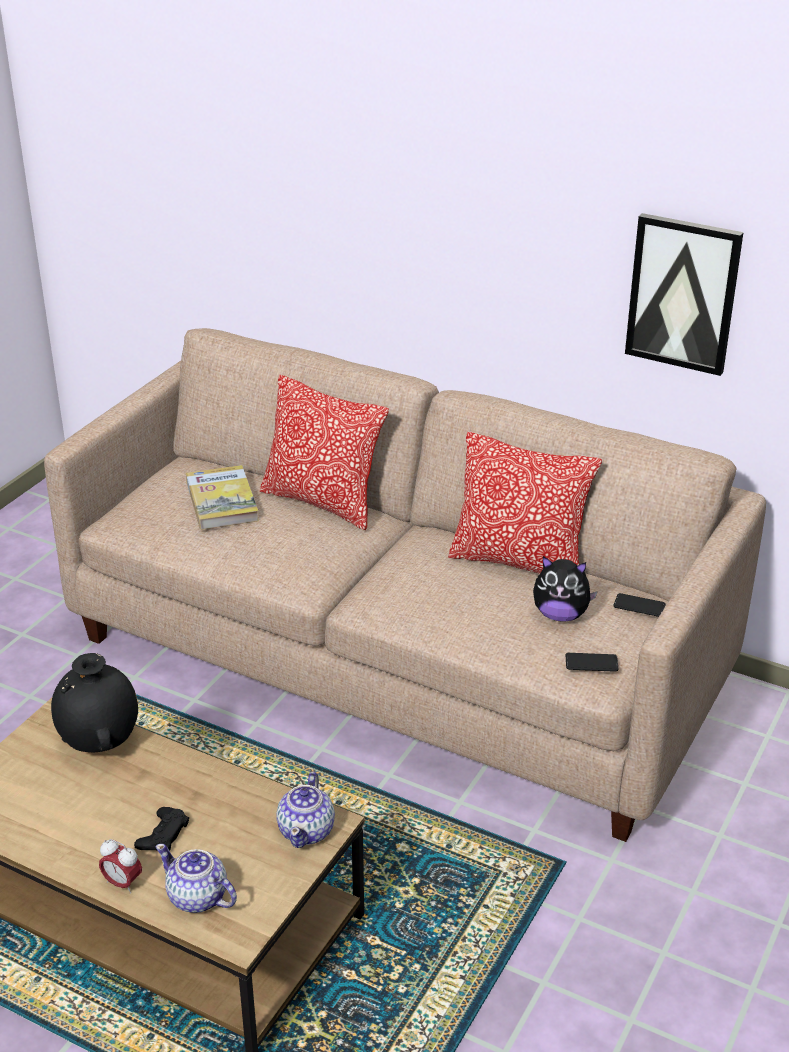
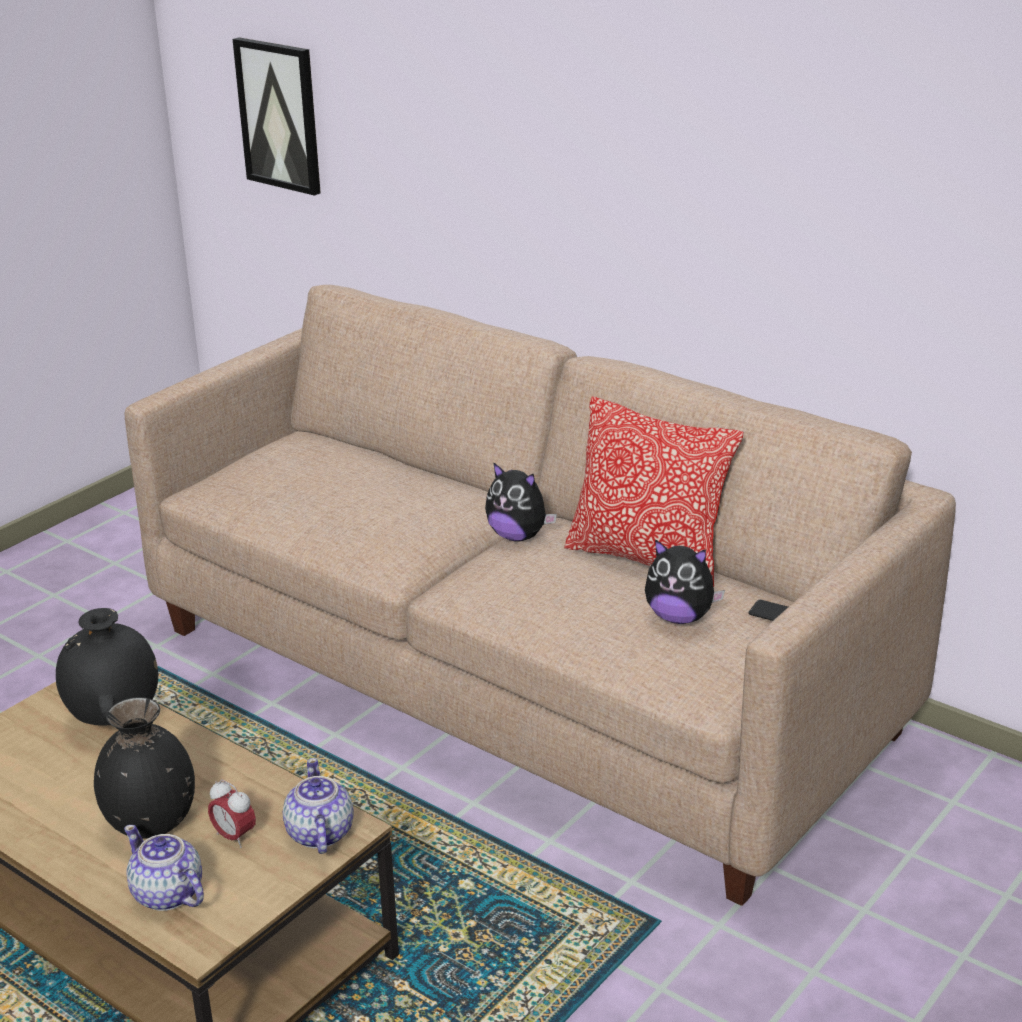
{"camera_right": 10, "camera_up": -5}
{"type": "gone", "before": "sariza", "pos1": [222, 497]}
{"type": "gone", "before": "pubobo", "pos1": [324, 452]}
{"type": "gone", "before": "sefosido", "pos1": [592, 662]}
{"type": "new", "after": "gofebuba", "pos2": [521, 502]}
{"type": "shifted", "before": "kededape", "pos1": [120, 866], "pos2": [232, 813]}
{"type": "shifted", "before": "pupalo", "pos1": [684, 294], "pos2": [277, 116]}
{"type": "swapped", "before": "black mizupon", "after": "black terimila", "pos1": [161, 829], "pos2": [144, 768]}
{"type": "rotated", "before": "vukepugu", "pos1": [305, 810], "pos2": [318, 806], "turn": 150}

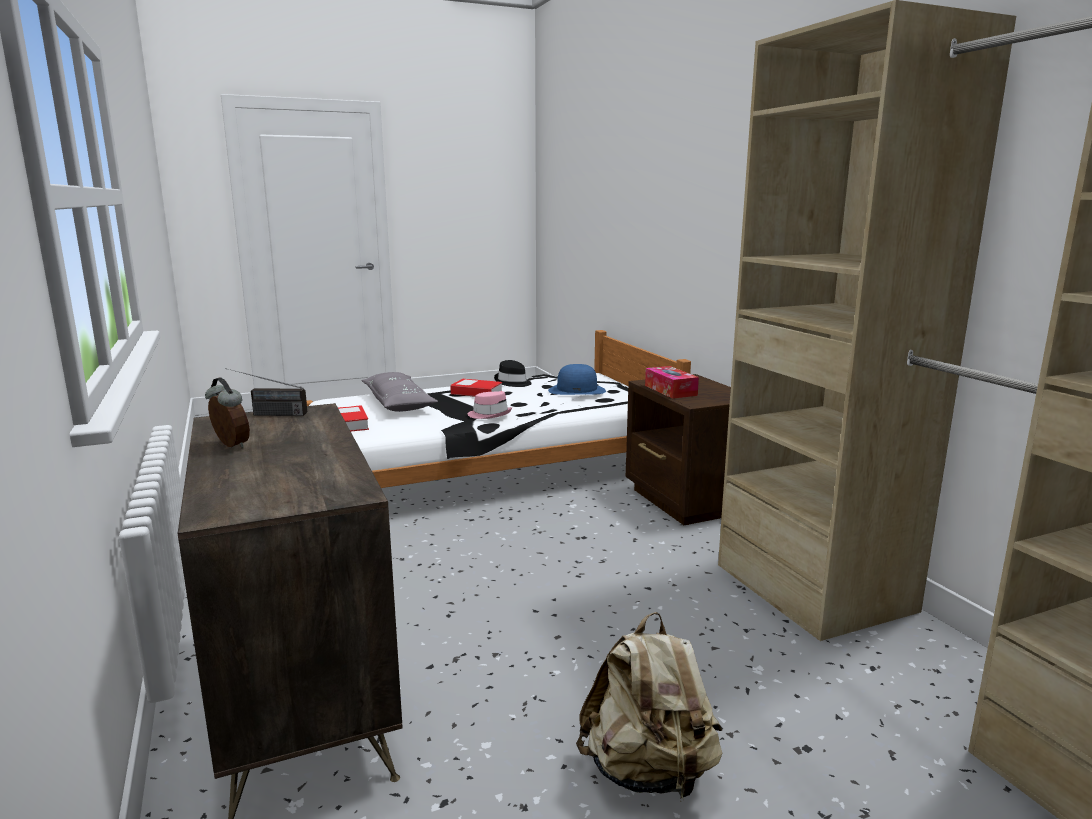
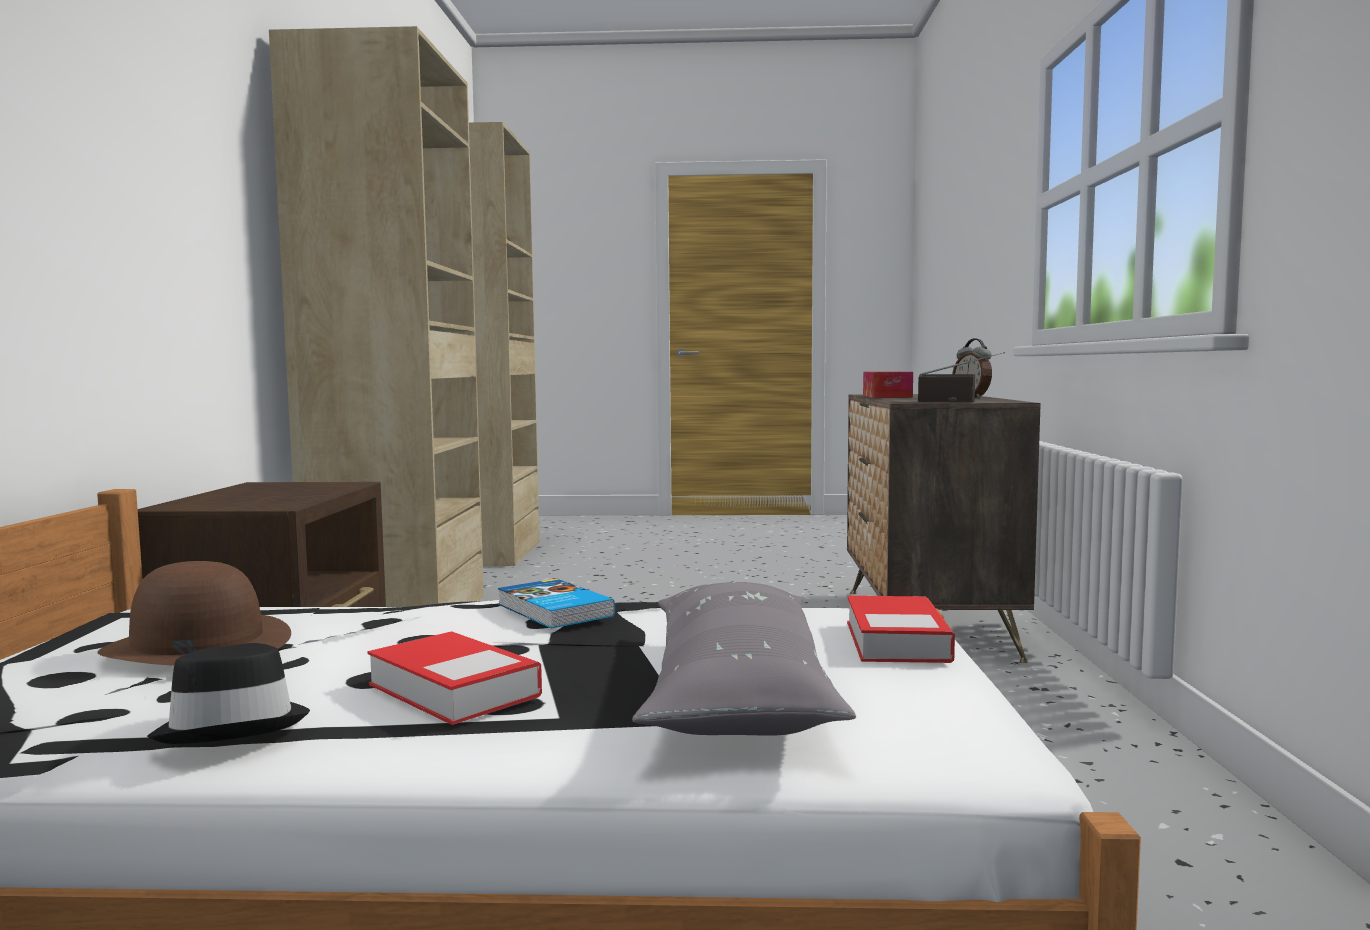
{"camera_right": -155, "camera_up": -10}
{"type": "gone", "before": "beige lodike", "pos1": [649, 707]}
{"type": "shifted", "before": "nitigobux", "pos1": [672, 382], "pos2": [888, 384]}
{"type": "swapped", "before": "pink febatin", "after": "sariza", "pos1": [489, 405], "pos2": [556, 603]}
{"type": "repainted", "before": "blue febatin", "after": "brown febatin", "pos1": [577, 379], "pos2": [194, 613]}

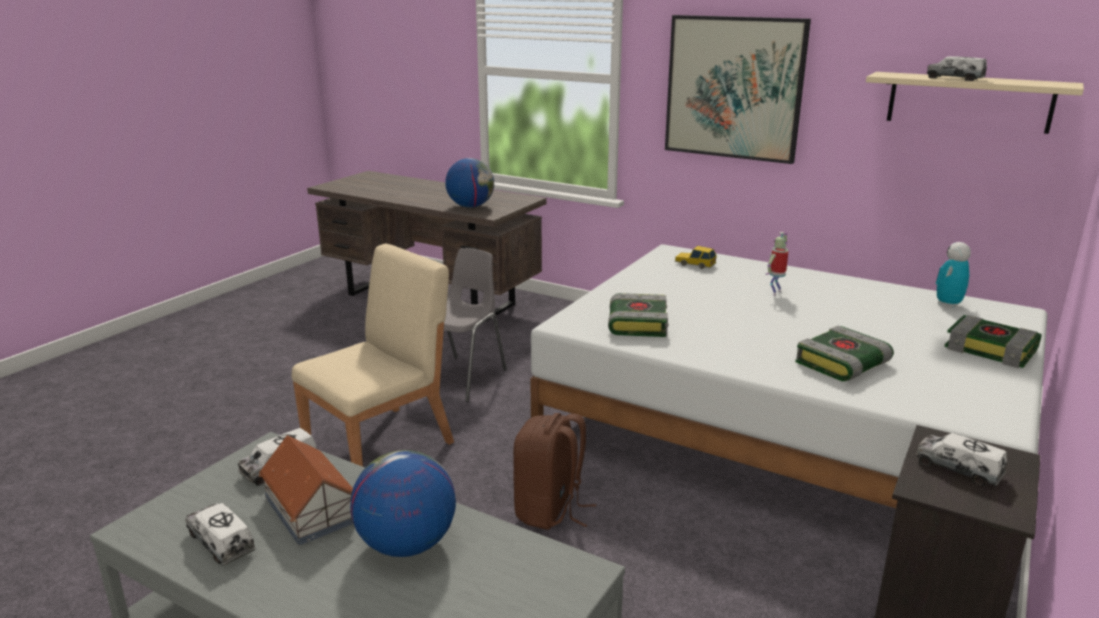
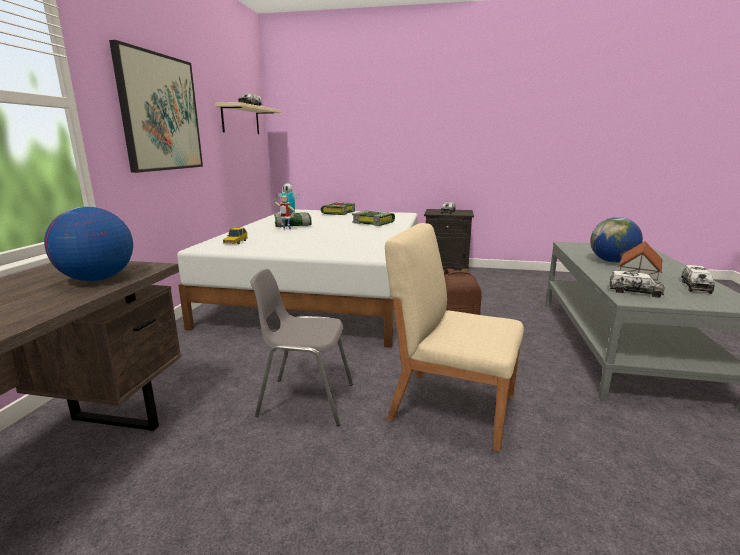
{"camera_right": -110, "camera_up": -5}
{"type": "shifted", "before": "sariza", "pos1": [638, 315], "pos2": [293, 219]}

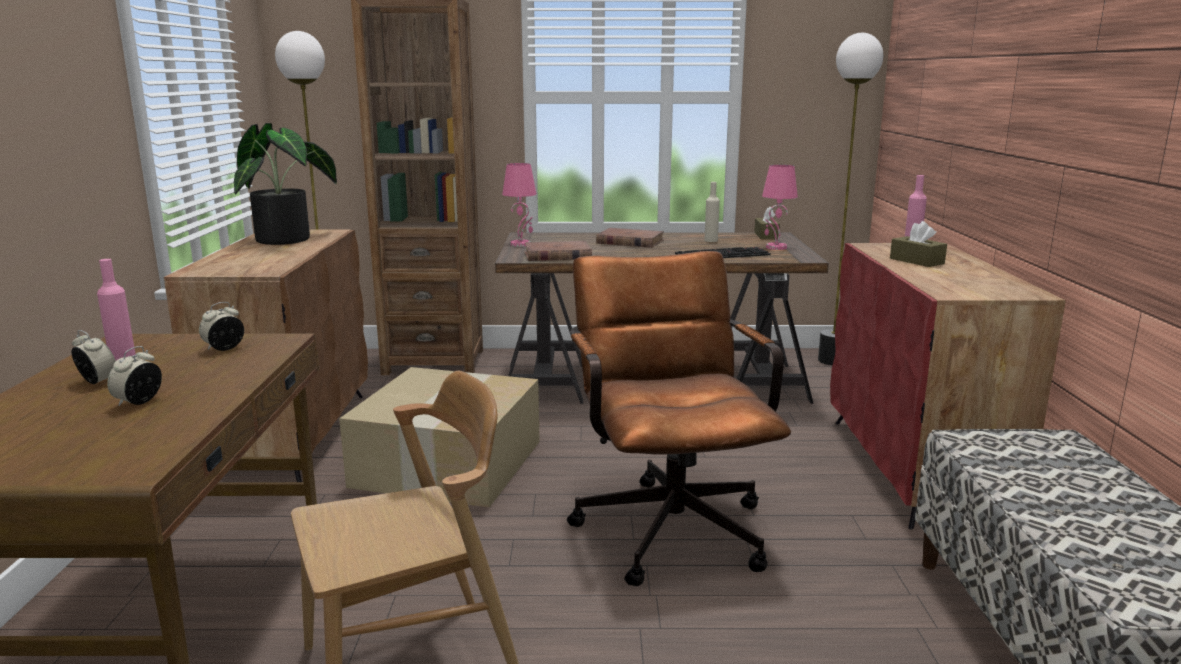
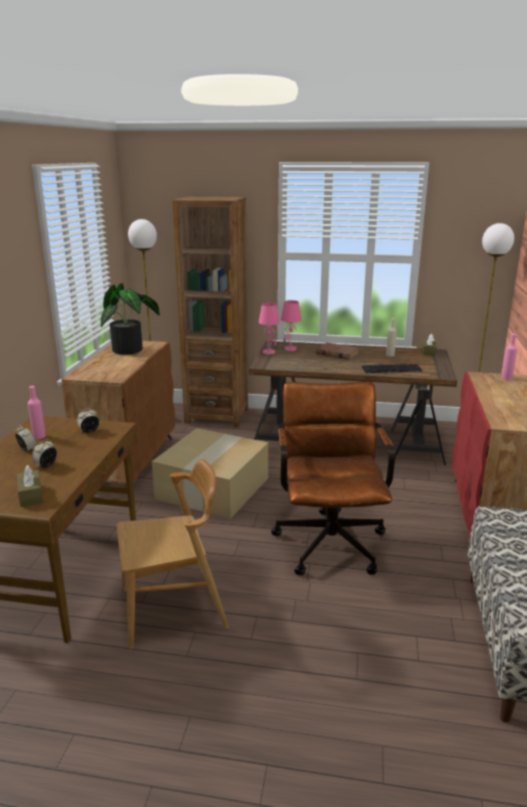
{"camera_right": 10, "camera_up": 5}
{"type": "gone", "before": "brown sariza", "pos1": [558, 251]}
{"type": "shifted", "before": "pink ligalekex", "pos1": [780, 207], "pos2": [291, 325]}
{"type": "shifted", "before": "brown nitigobux", "pos1": [918, 244], "pos2": [30, 486]}

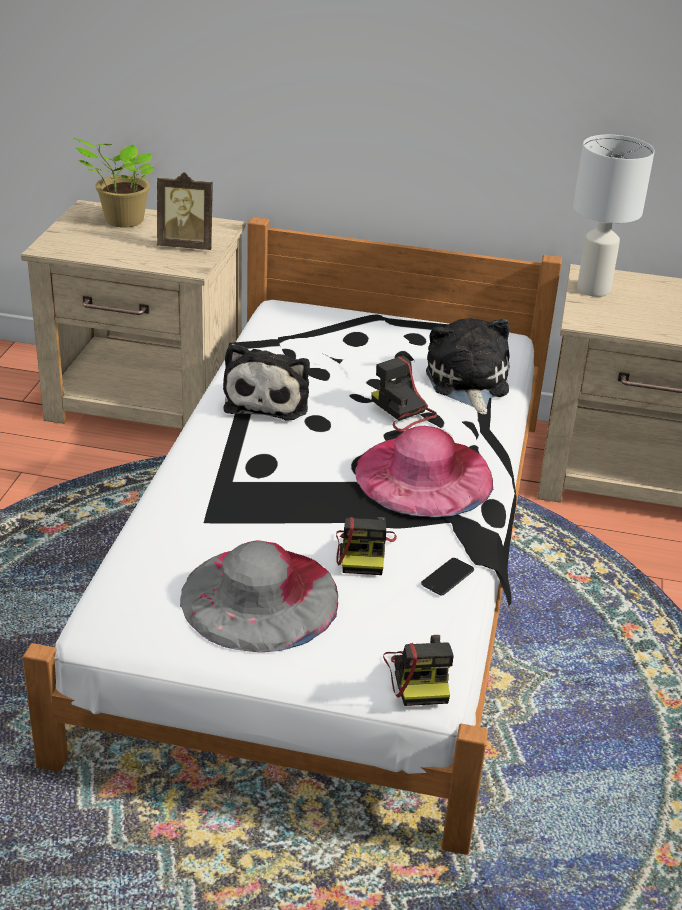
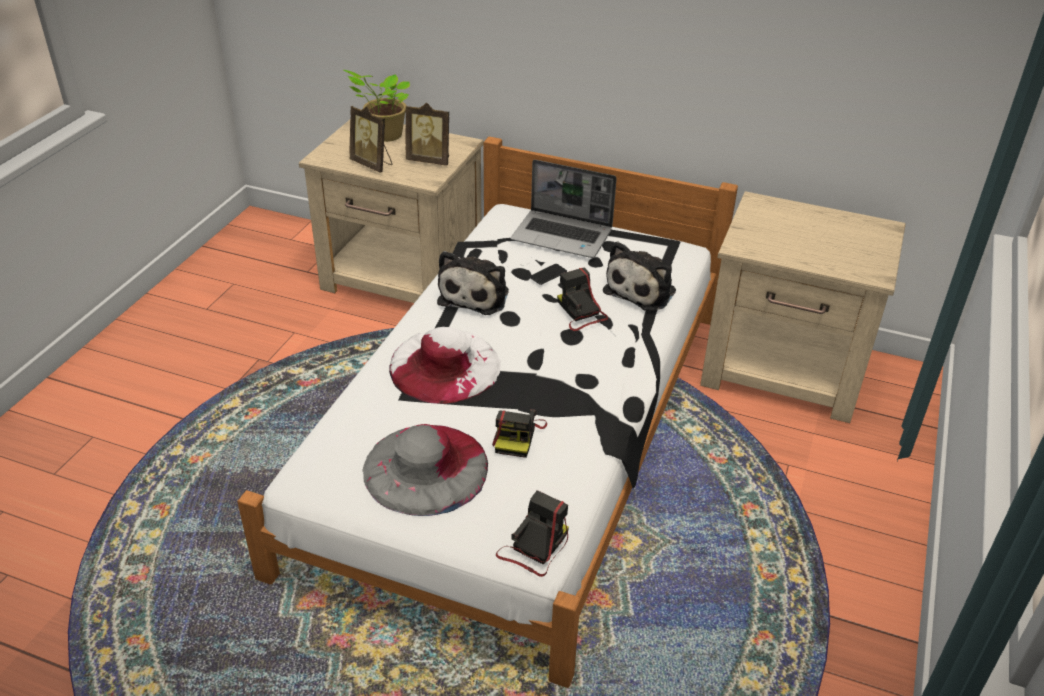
{"camera_right": 10, "camera_up": 5}
{"type": "gone", "before": "pink febatin", "pos1": [424, 471]}
{"type": "gone", "before": "white ligalekex", "pos1": [614, 216]}
{"type": "new", "after": "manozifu", "pos2": [370, 139]}
{"type": "new", "after": "white febatin", "pos2": [445, 365]}
{"type": "new", "after": "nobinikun", "pos2": [564, 209]}
{"type": "shifted", "before": "sefosido", "pos1": [447, 576], "pos2": [548, 274]}
{"type": "rotated", "before": "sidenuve", "pos1": [418, 670], "pos2": [532, 533], "turn": -150}
{"type": "rotated", "before": "gofebuba", "pos1": [468, 366], "pos2": [639, 276], "turn": -150}

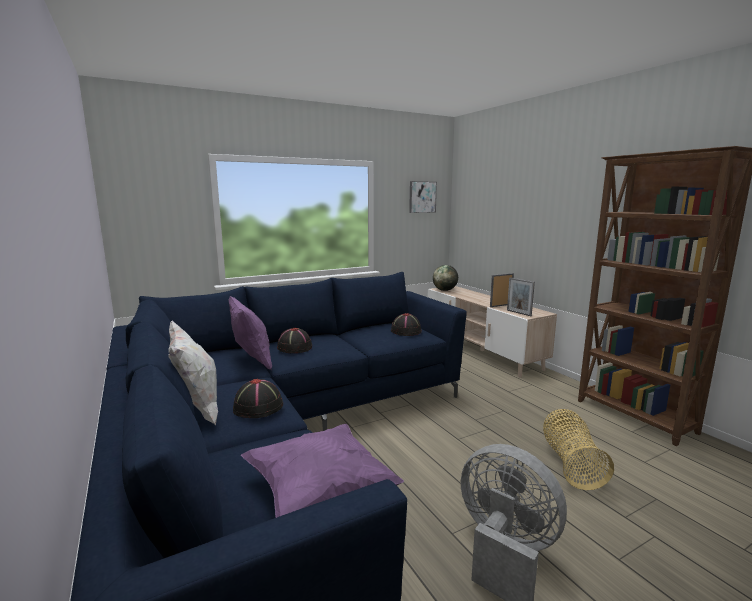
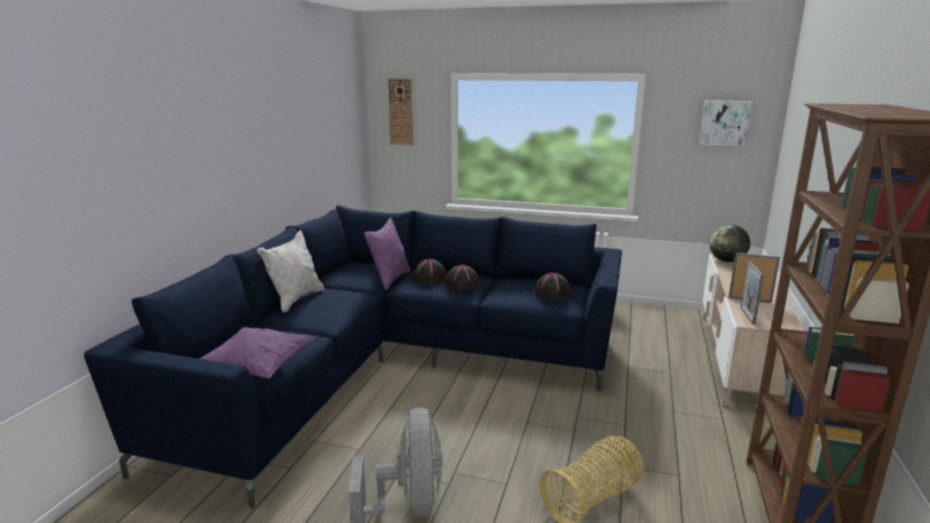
{"camera_right": 45, "camera_up": 5}
{"type": "new", "after": "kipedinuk", "pos2": [400, 111]}
{"type": "shifted", "before": "black febatin", "pos1": [258, 398], "pos2": [462, 277]}

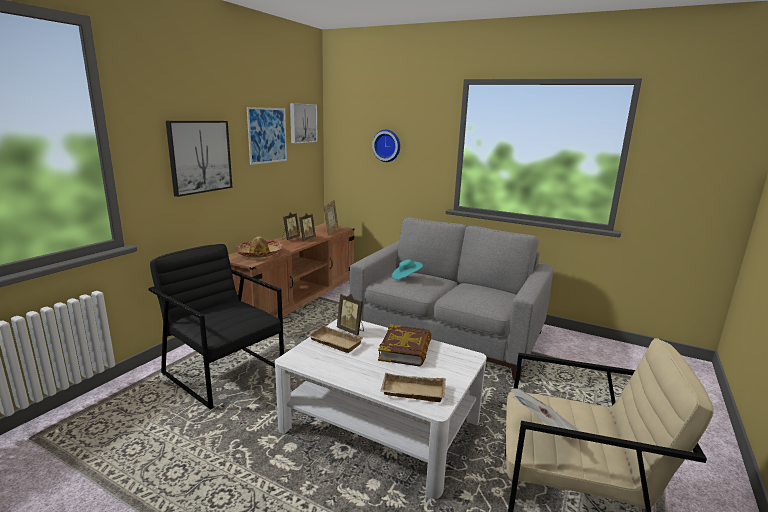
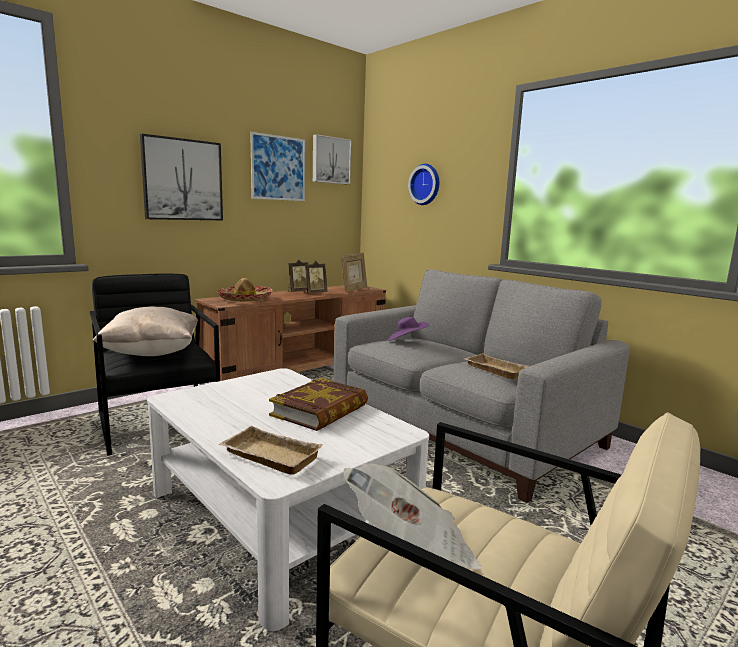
{"camera_right": 20, "camera_up": -5}
{"type": "gone", "before": "manozifu", "pos1": [350, 315]}
{"type": "new", "after": "beige pubobo", "pos2": [145, 331]}
{"type": "shifted", "before": "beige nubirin", "pos1": [335, 339], "pos2": [497, 366]}
{"type": "repainted", "before": "turquoise febatin", "after": "purple febatin", "pos1": [407, 269], "pos2": [408, 329]}

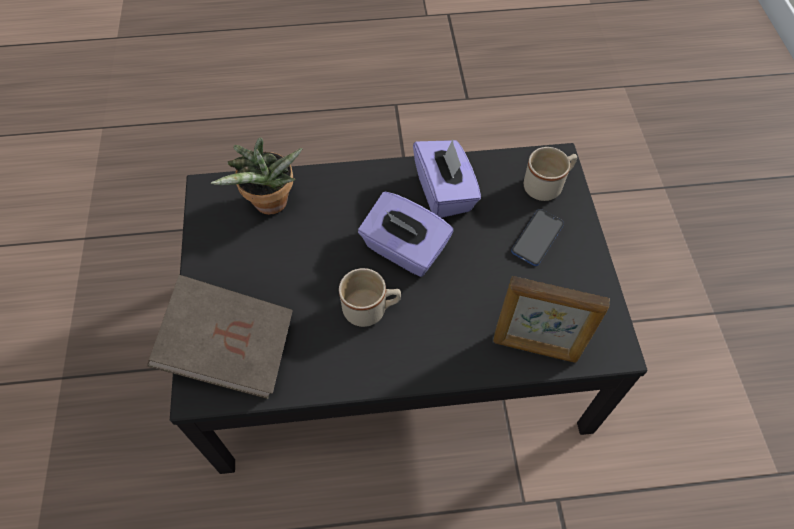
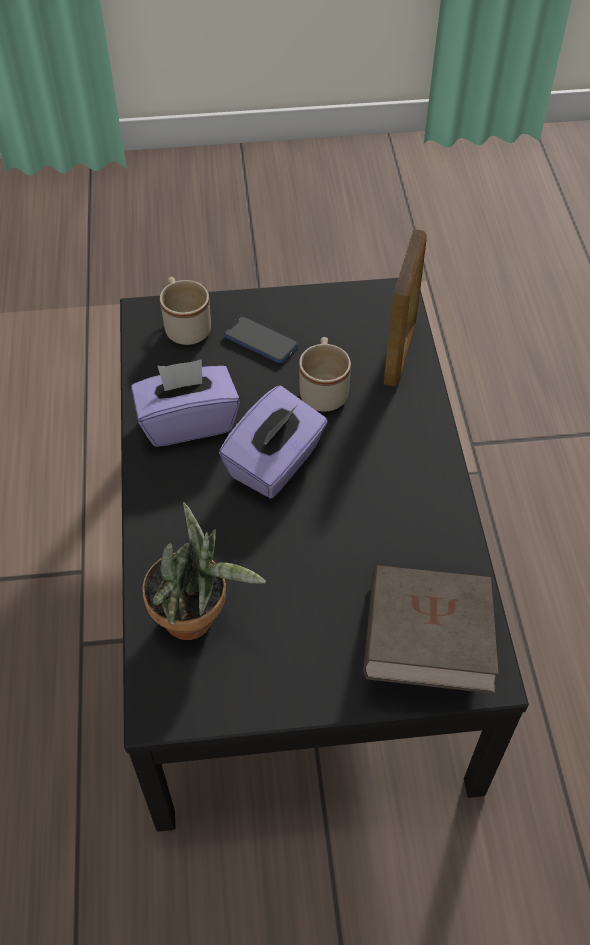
{"camera_right": -90, "camera_up": -5}
{"type": "shifted", "before": "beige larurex", "pos1": [370, 297], "pos2": [325, 374]}

